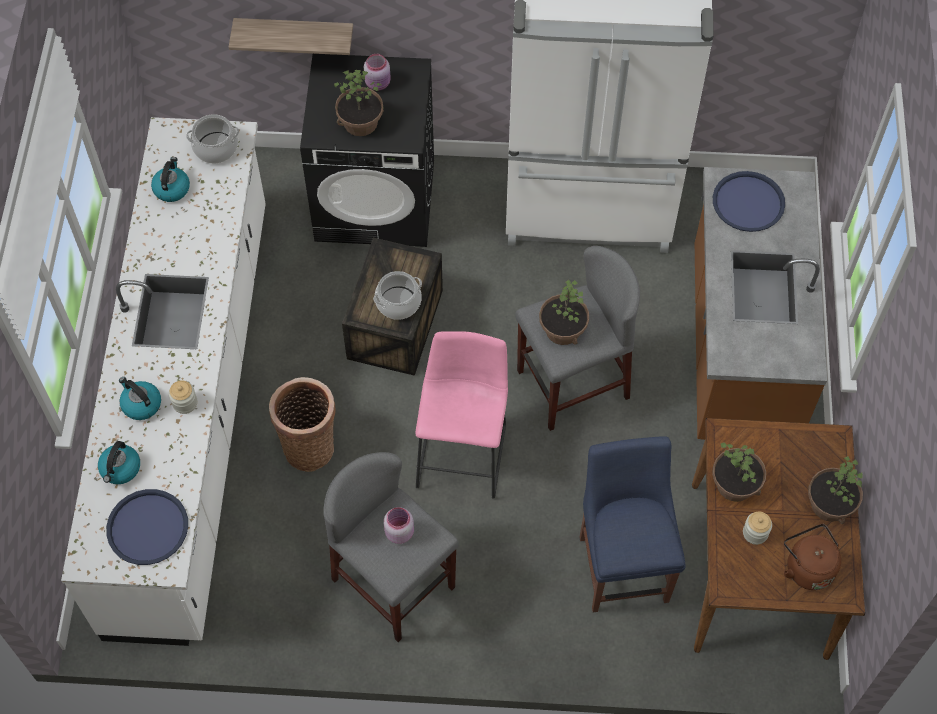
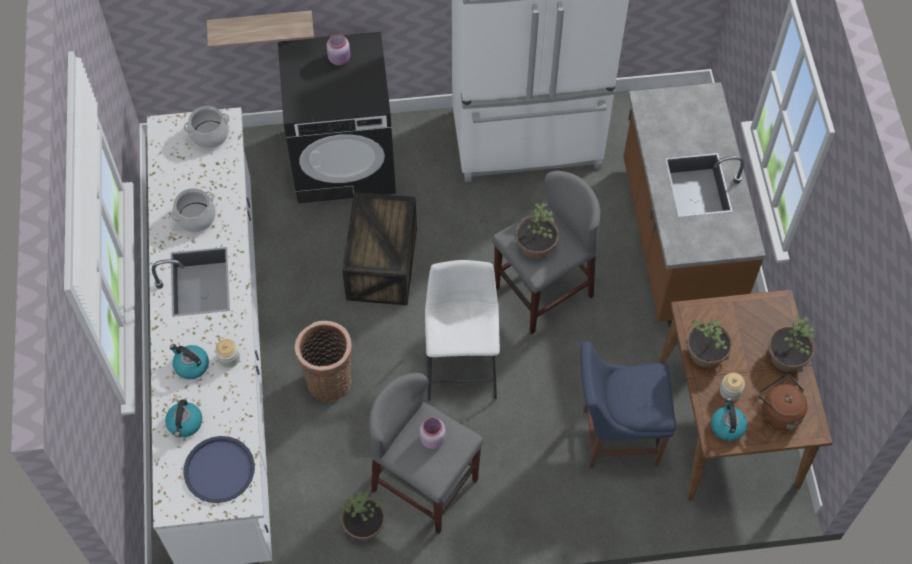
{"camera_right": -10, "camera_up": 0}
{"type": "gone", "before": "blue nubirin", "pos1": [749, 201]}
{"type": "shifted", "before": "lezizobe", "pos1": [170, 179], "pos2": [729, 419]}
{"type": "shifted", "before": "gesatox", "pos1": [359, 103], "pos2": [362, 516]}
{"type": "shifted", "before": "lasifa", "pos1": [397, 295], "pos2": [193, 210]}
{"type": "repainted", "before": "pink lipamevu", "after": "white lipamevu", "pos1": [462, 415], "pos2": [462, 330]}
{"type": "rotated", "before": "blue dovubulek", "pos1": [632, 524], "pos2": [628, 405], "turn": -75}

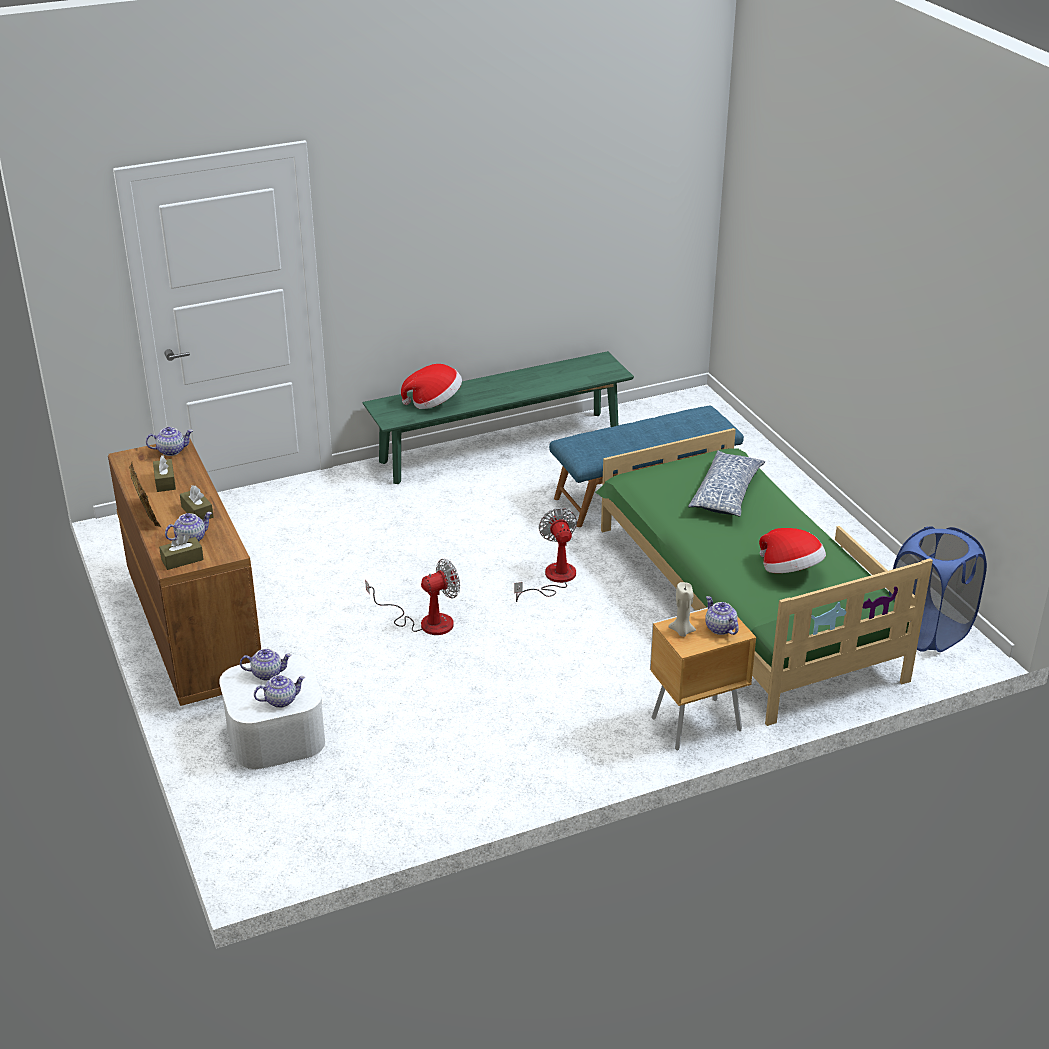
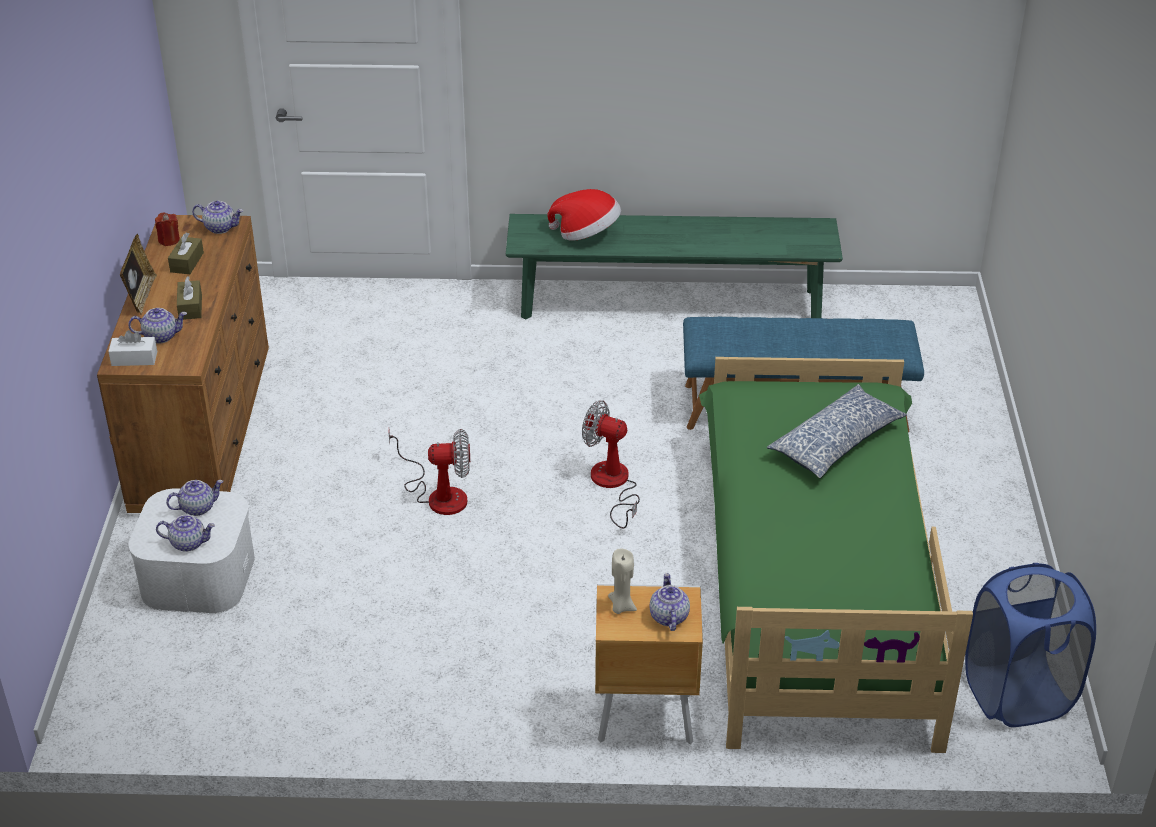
{"camera_right": 25, "camera_up": 5}
{"type": "gone", "before": "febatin", "pos1": [792, 550]}
{"type": "new", "after": "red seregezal", "pos2": [167, 229]}
{"type": "repainted", "before": "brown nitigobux", "after": "white nitigobux", "pos1": [181, 552], "pos2": [132, 348]}
{"type": "rotated", "before": "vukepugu", "pos1": [266, 664], "pos2": [194, 498], "turn": -45}
{"type": "rotated", "before": "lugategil", "pos1": [545, 555], "pos2": [611, 464], "turn": -75}

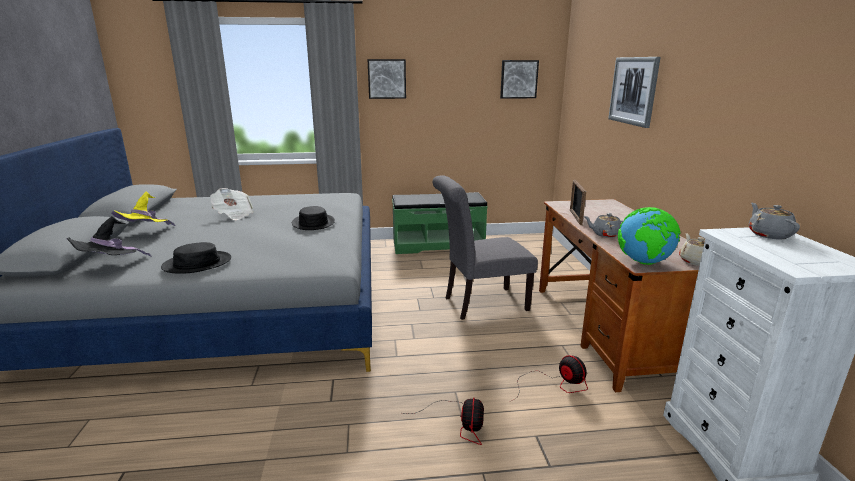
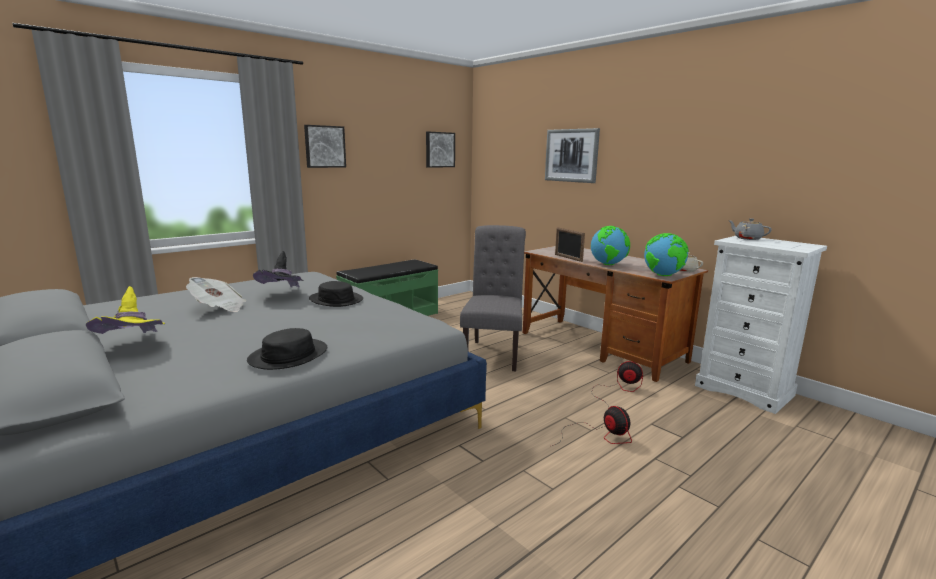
{"camera_right": -35, "camera_up": -5}
{"type": "shifted", "before": "black febatin", "pos1": [109, 236], "pos2": [278, 269]}
{"type": "swapped", "before": "grey vukepugu", "after": "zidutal", "pos1": [603, 225], "pos2": [610, 245]}
{"type": "rotated", "before": "grey dovubulek", "pos1": [485, 247], "pos2": [493, 298], "turn": 150}

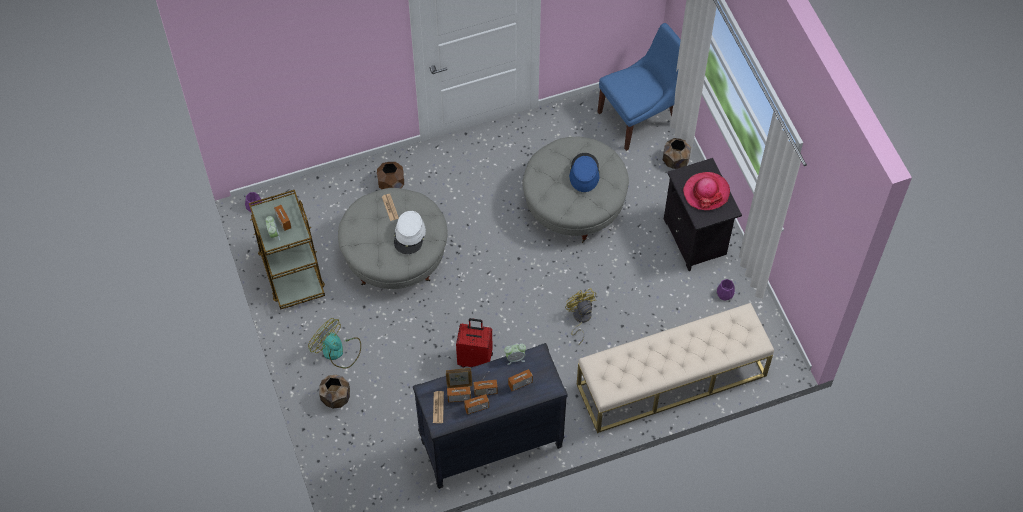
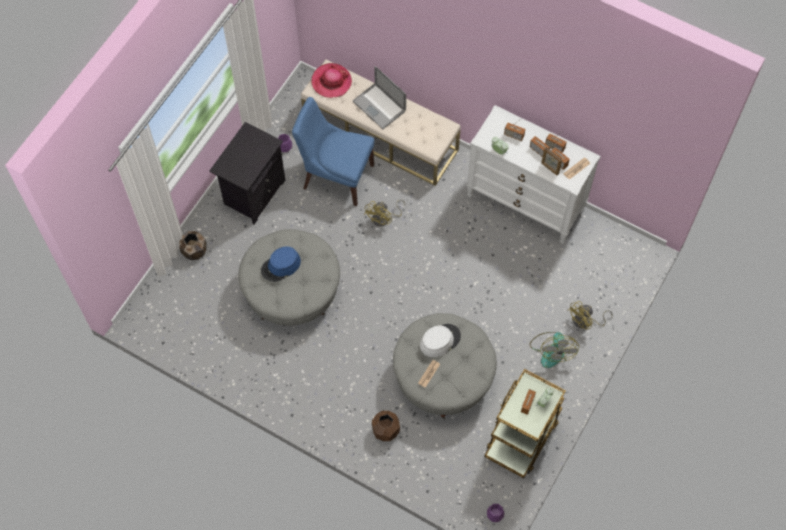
{"camera_right": -130, "camera_up": 5}
{"type": "gone", "before": "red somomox", "pos1": [474, 342]}
{"type": "new", "after": "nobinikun", "pos2": [379, 97]}
{"type": "shifted", "before": "blue dovubulek", "pos1": [639, 87], "pos2": [333, 151]}
{"type": "shifted", "before": "febatin", "pos1": [706, 191], "pos2": [332, 80]}
{"type": "swapped", "before": "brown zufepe", "after": "yellow lugategil", "pos1": [334, 391], "pos2": [590, 315]}
{"type": "repainted", "before": "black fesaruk", "after": "white fesaruk", "pos1": [490, 416], "pos2": [533, 174]}

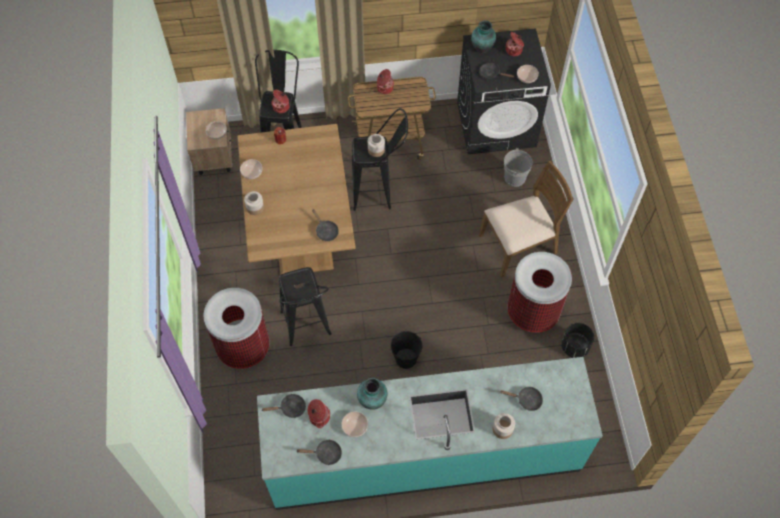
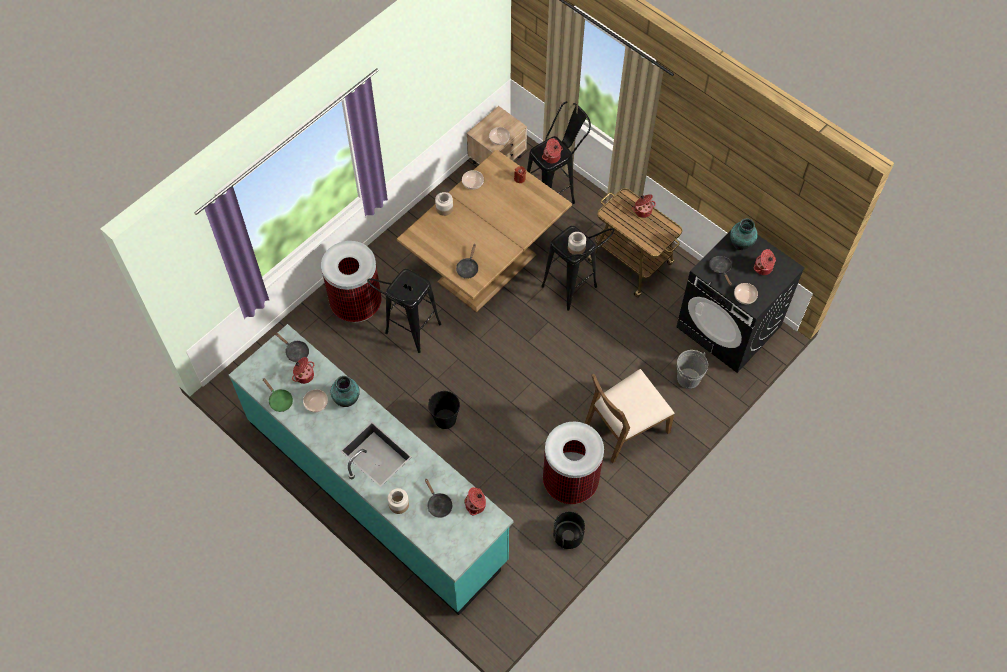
{"camera_right": 50, "camera_up": 0}
{"type": "new", "after": "lasifa", "pos2": [475, 501]}
{"type": "repainted", "before": "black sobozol", "after": "green sobozol", "pos1": [319, 452], "pos2": [278, 395]}
{"type": "rotated", "before": "brown dovubulek", "pos1": [526, 219], "pos2": [630, 416], "turn": 120}

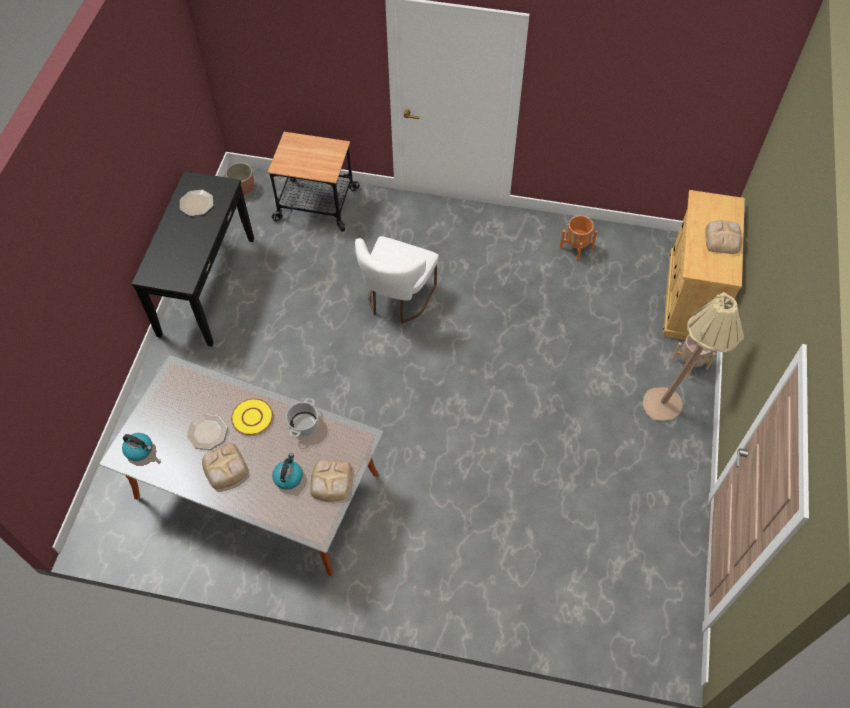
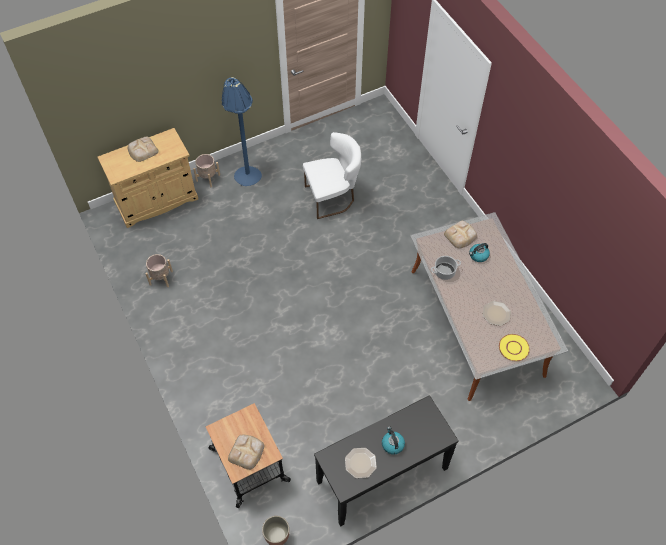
{"camera_right": -130, "camera_up": 0}
{"type": "shifted", "before": "lezizobe", "pos1": [137, 447], "pos2": [393, 440]}
{"type": "shifted", "before": "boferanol", "pos1": [225, 466], "pos2": [246, 452]}
{"type": "shifted", "before": "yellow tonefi", "pos1": [252, 416], "pos2": [514, 347]}
{"type": "shifted", "before": "white dovubulek", "pos1": [397, 280], "pos2": [332, 175]}
{"type": "repainted", "before": "orange zufepe", "after": "beige zufepe", "pos1": [578, 238], "pos2": [159, 270]}
{"type": "repainted", "before": "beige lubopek", "after": "blue lubopek", "pos1": [693, 356], "pos2": [242, 131]}

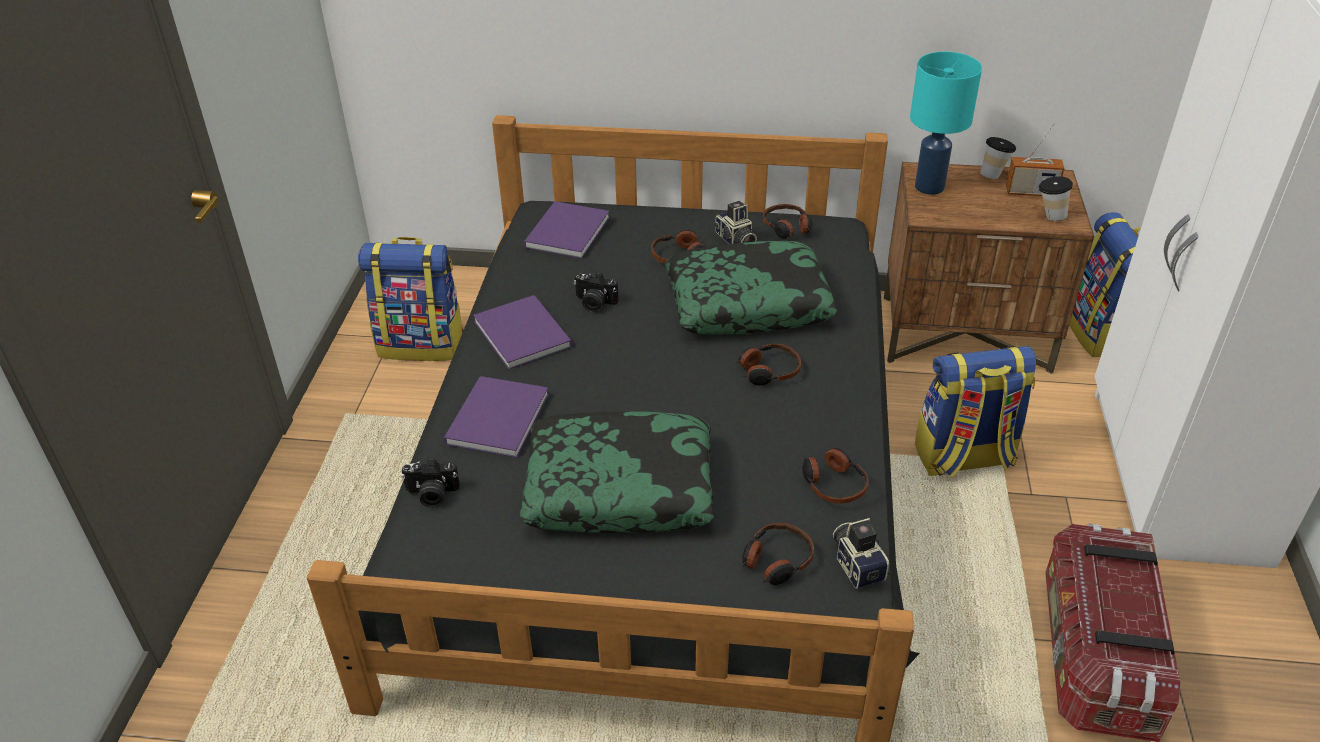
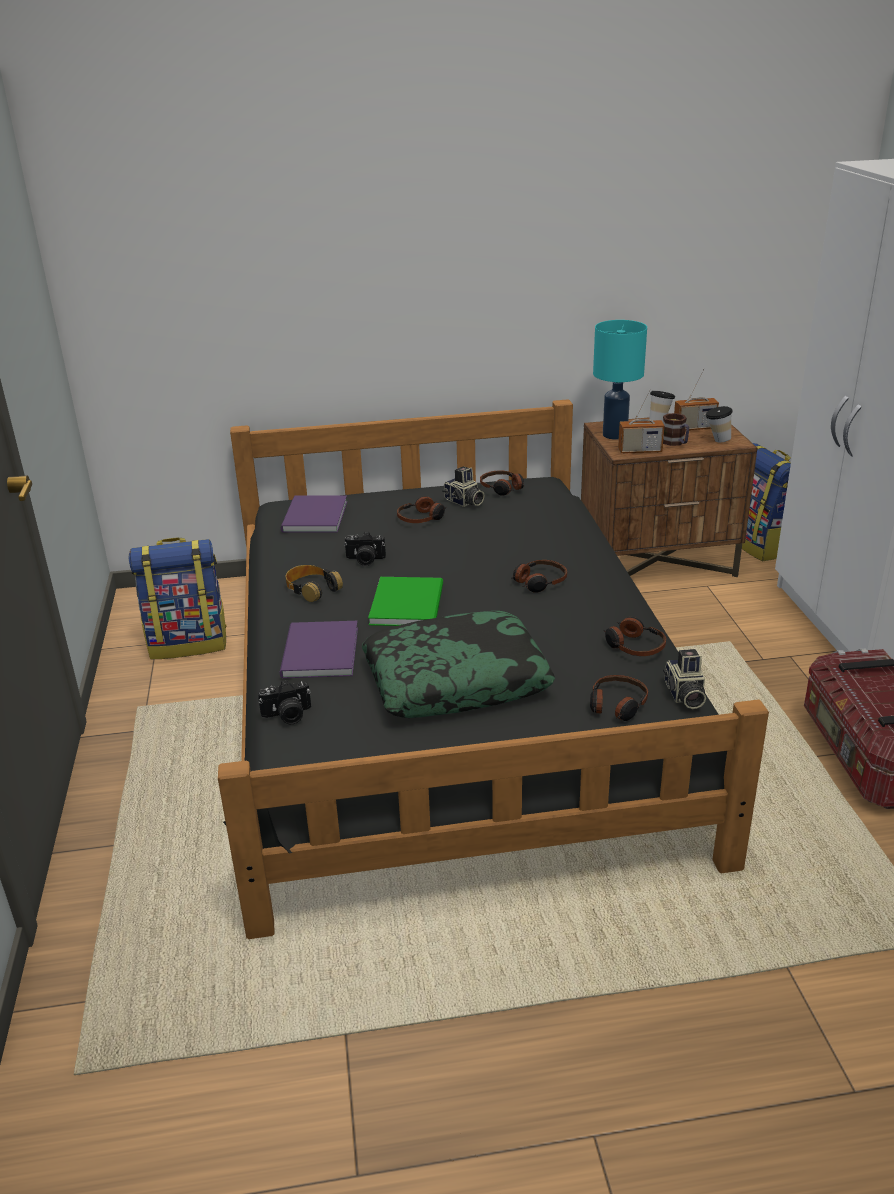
{"camera_right": -15, "camera_up": -10}
{"type": "gone", "before": "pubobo", "pos1": [751, 288]}
{"type": "gone", "before": "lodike", "pos1": [975, 412]}
{"type": "new", "after": "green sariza", "pos2": [405, 601]}
{"type": "new", "after": "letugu", "pos2": [641, 421]}
{"type": "new", "after": "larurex", "pos2": [676, 429]}
{"type": "swapped", "before": "purple sariza", "after": "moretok", "pos1": [523, 332], "pos2": [314, 583]}
{"type": "rotated", "before": "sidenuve", "pos1": [862, 553], "pos2": [684, 679], "turn": -150}

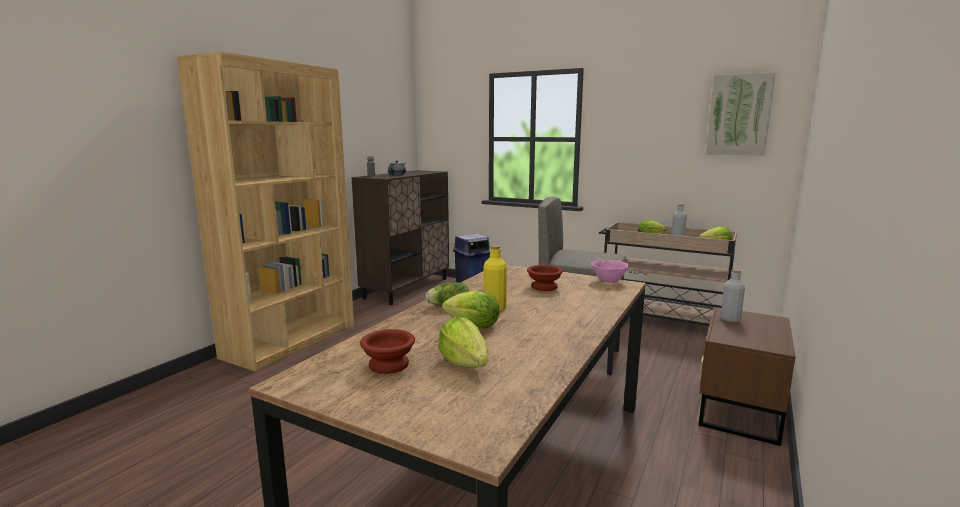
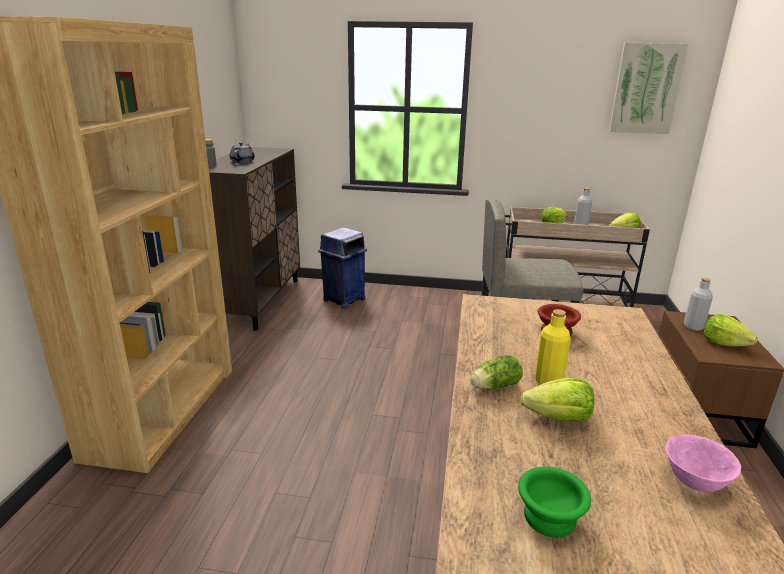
{"camera_right": -20, "camera_up": 10}
{"type": "shifted", "before": "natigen", "pos1": [463, 342], "pos2": [731, 330]}
{"type": "shifted", "before": "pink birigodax", "pos1": [610, 271], "pos2": [703, 463]}
{"type": "repainted", "before": "brown birigodax", "after": "green birigodax", "pos1": [387, 351], "pos2": [554, 502]}

